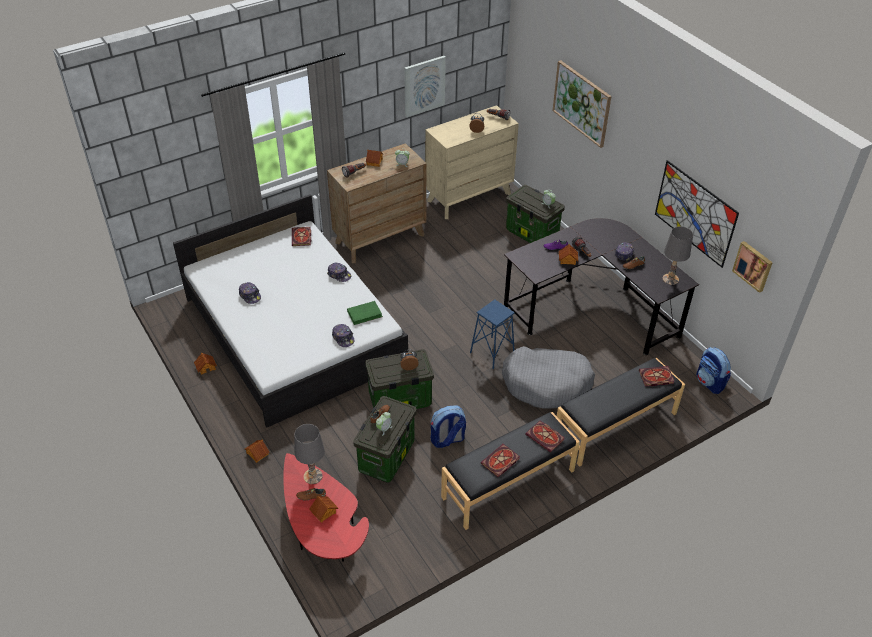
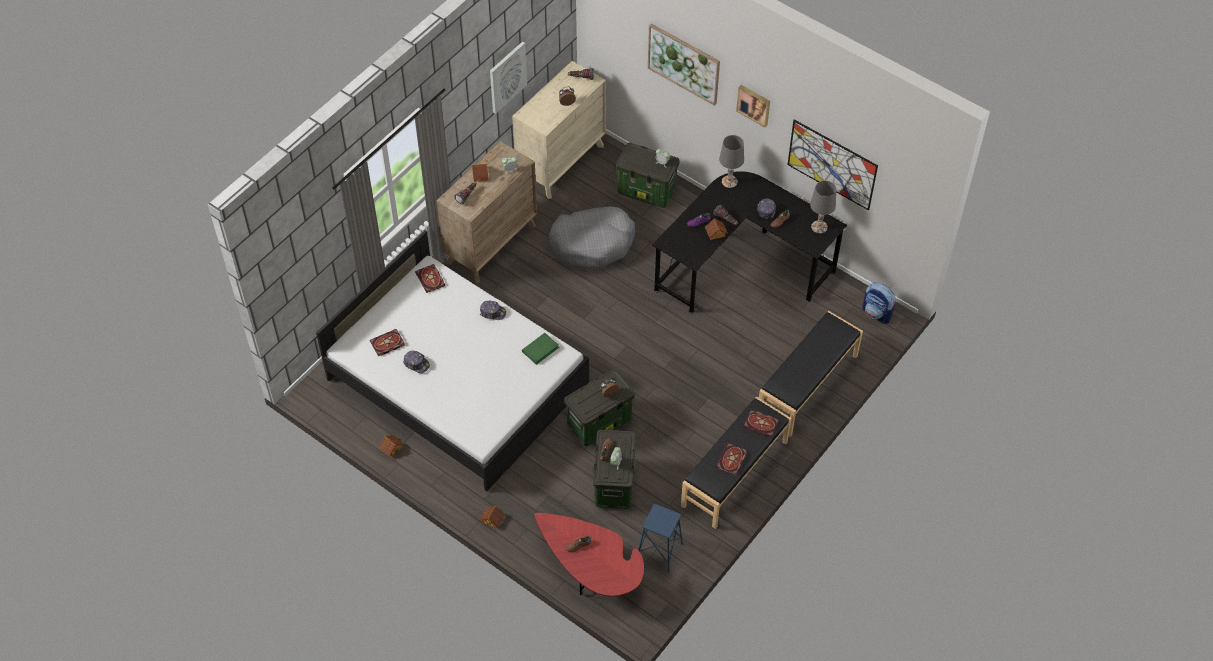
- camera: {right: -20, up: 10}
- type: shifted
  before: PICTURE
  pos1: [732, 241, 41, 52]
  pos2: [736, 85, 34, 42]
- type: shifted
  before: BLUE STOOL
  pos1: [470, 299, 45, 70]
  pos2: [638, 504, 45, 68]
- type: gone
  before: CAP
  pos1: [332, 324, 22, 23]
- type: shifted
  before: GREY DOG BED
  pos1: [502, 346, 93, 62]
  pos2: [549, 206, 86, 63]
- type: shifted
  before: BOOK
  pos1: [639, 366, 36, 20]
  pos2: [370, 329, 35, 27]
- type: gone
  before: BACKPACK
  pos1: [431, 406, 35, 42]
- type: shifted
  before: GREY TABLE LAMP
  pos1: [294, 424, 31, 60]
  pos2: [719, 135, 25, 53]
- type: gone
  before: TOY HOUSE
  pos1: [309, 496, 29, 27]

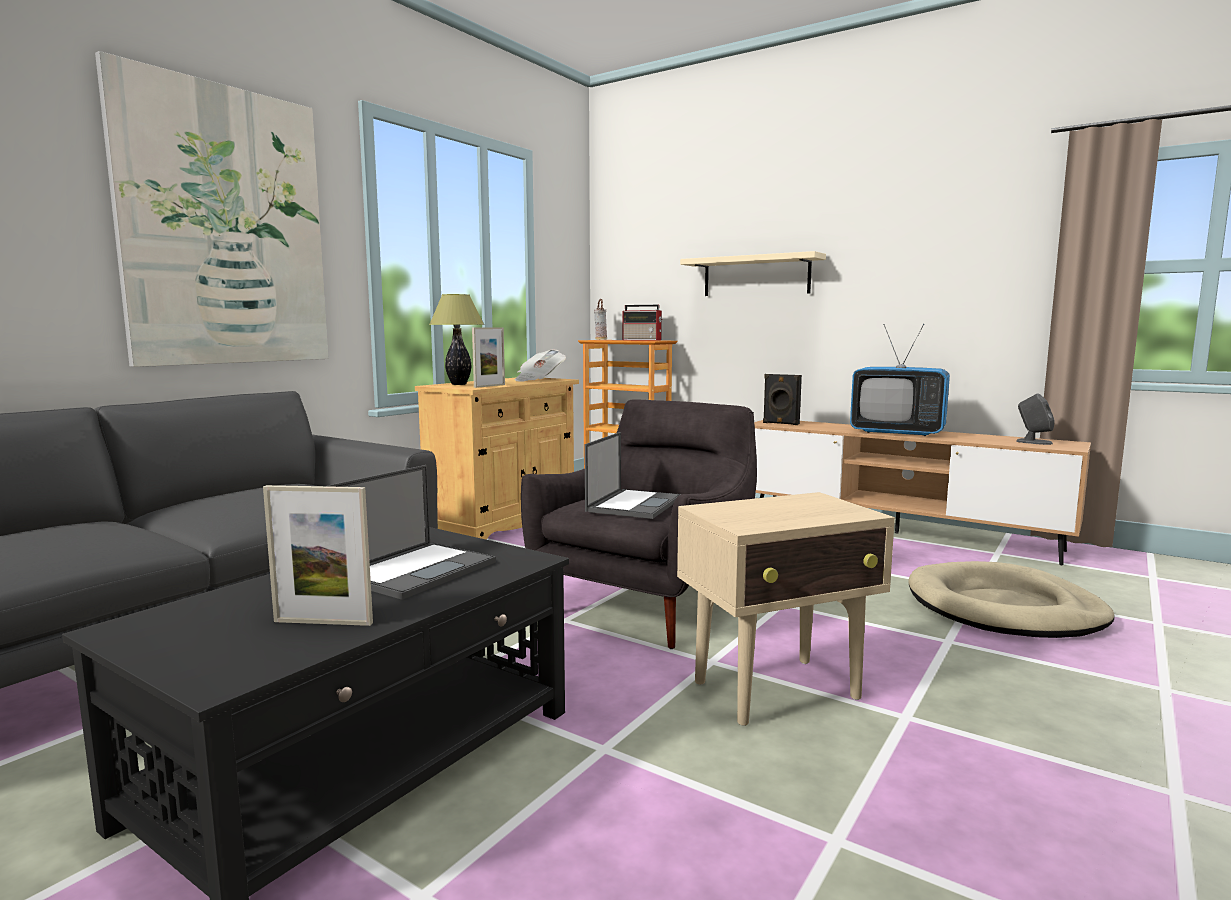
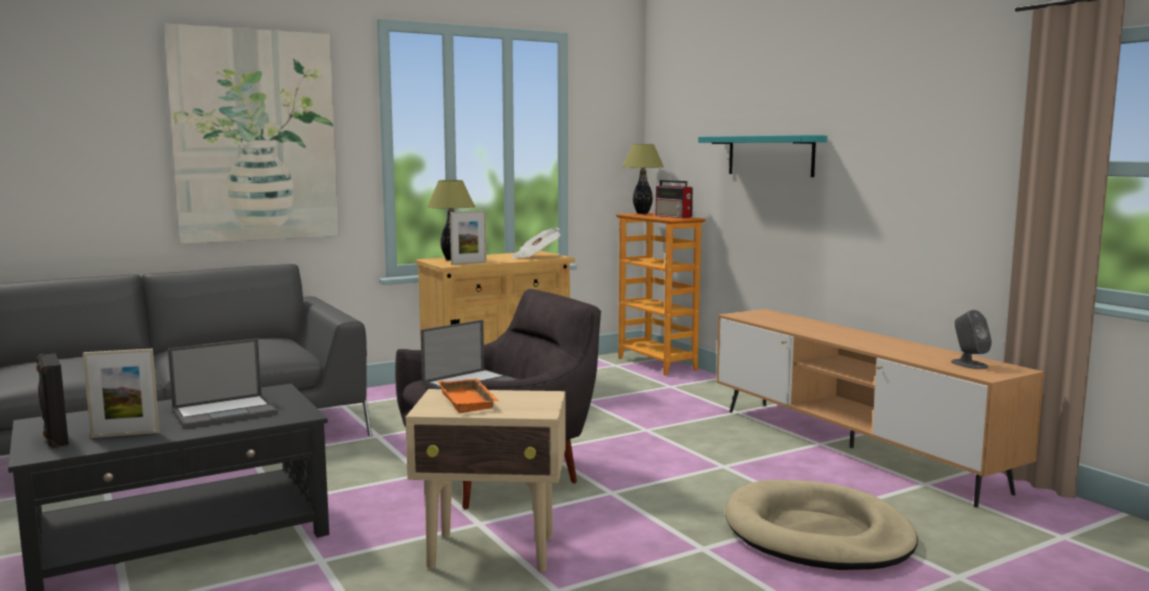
- camera: {right: 25, up: 0}
- type: repainted
  before: BEIGE SHELF
  after: TURQUOISE SHELF
  pos1: [680, 251, 146, 45]
  pos2: [698, 135, 130, 42]
- type: swapped
  before: VASE
  after: TABLE LAMP
  pos1: [594, 299, 13, 41]
  pos2: [623, 144, 41, 70]
- type: gone
  before: TELEVISION
  pos1: [850, 324, 100, 112]
- type: shifted
  before: BLACK SPEAKER
  pos1: [763, 374, 39, 51]
  pos2: [36, 353, 33, 95]
- type: rotated
  before: PICTURE FRAME
  pos1: [263, 485, 110, 141]
  pos2: [83, 349, 77, 89]
  turn: -45
- type: new
  after: ORANGE TRAY
  pos2: [438, 379, 61, 34]

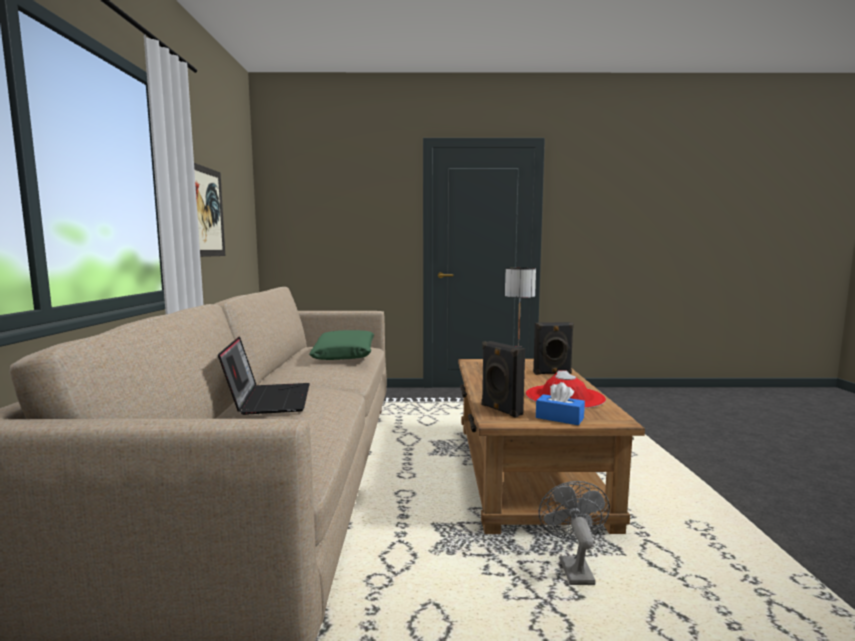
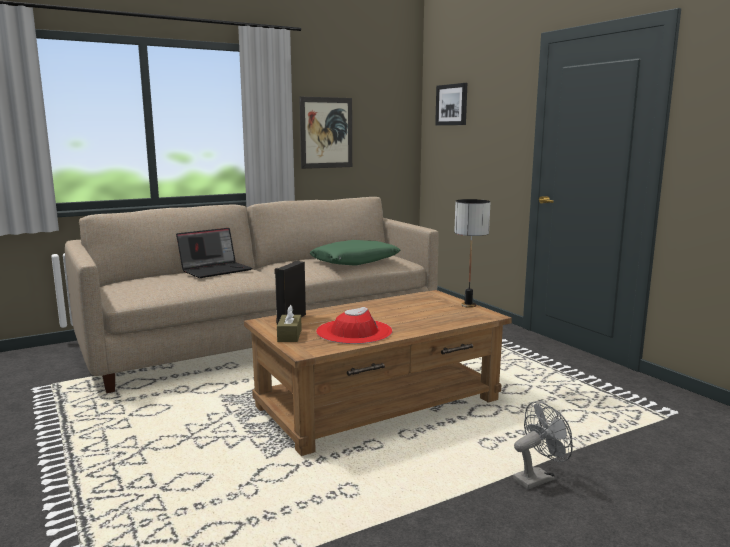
- camera: {right: 60, up: 5}
- type: gone
  before: BLACK SPEAKER
  pos1: [533, 322, 41, 53]
- type: repainted
  before: BLUE TISSUE BOX
  after: BROWN TISSUE BOX
  pos1: [536, 382, 49, 43]
  pos2: [277, 305, 25, 37]
- type: shifted
  before: GREY FAN
  pos1: [539, 481, 71, 104]
  pos2: [513, 401, 60, 88]
- type: new
  after: PICTURE
  pos2: [435, 83, 32, 42]

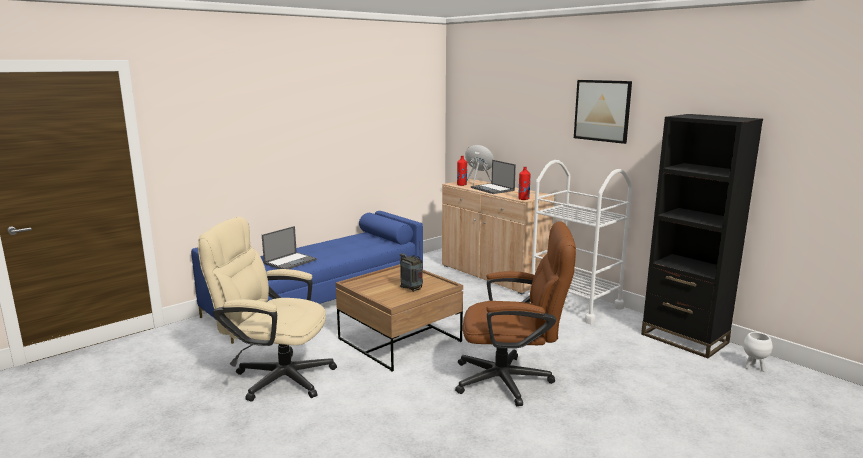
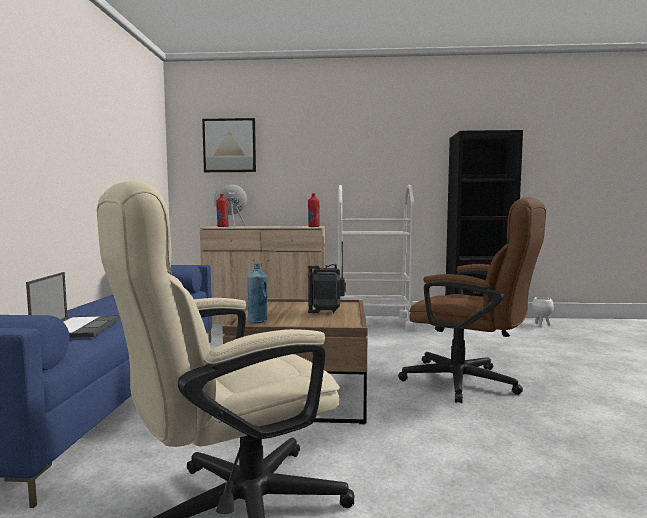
- camera: {right: -45, up: -10}
- type: shifted
  before: PICTURE
  pos1: [574, 80, 58, 64]
  pos2: [202, 118, 54, 54]
- type: gone
  before: LAPTOP
  pos1: [471, 160, 45, 34]
- type: rotated
  before: BROWN OFFICE CHAIR
  pos1: [455, 221, 121, 185]
  pos2: [398, 197, 148, 206]
  turn: 75
- type: new
  after: BLUE BOTTLE
  pos2: [247, 264, 21, 60]

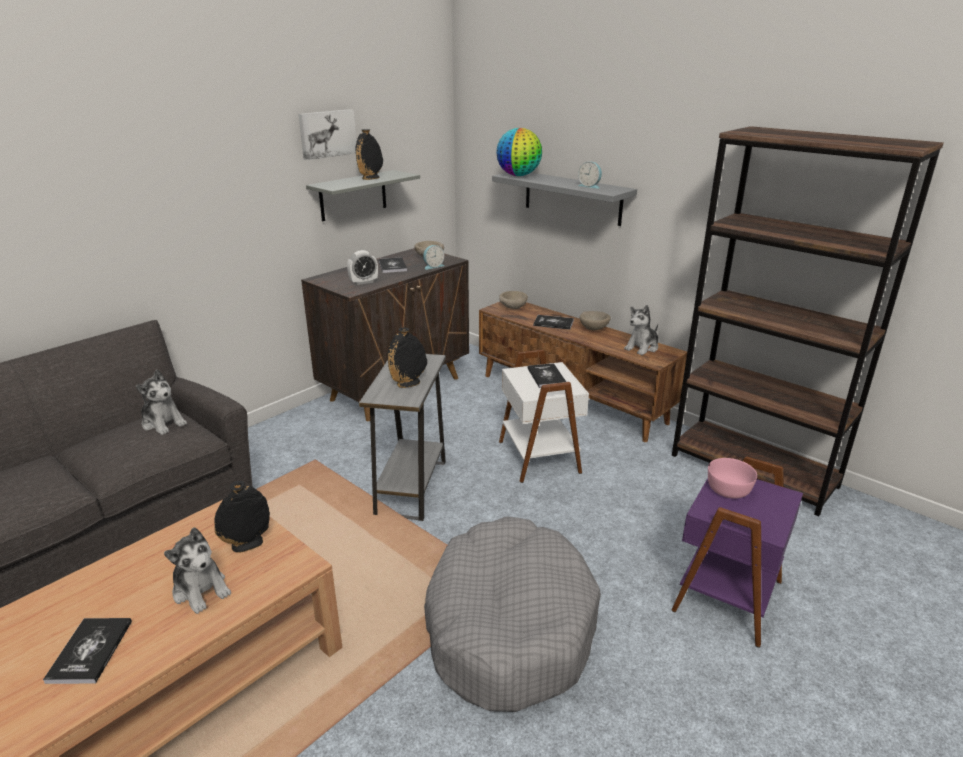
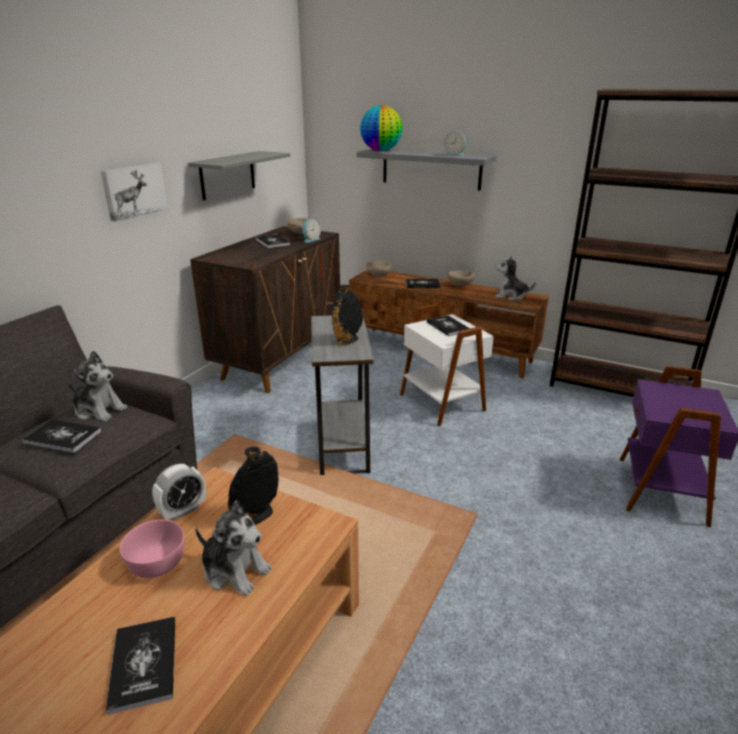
- camera: {right: -15, up: 0}
- type: shifted
  before: PICTURE
  pos1: [298, 109, 58, 51]
  pos2: [101, 163, 67, 59]
- type: gone
  before: BLACK VASE
  pos1: [356, 129, 27, 51]
- type: shifted
  before: ALARM CLOCK
  pos1: [347, 250, 31, 35]
  pos2: [152, 464, 54, 57]
- type: rotated
  before: PLUSH TOY
  pos1: [624, 305, 34, 50]
  pos2: [495, 256, 40, 45]
  turn: 75
- type: shifted
  before: PINK BOWL
  pos1: [708, 458, 49, 41]
  pos2: [120, 520, 64, 58]
- type: gone
  before: GREY DOG BED
  pos1: [424, 516, 177, 196]
- type: new
  after: BOOK
  pos2: [22, 419, 79, 34]

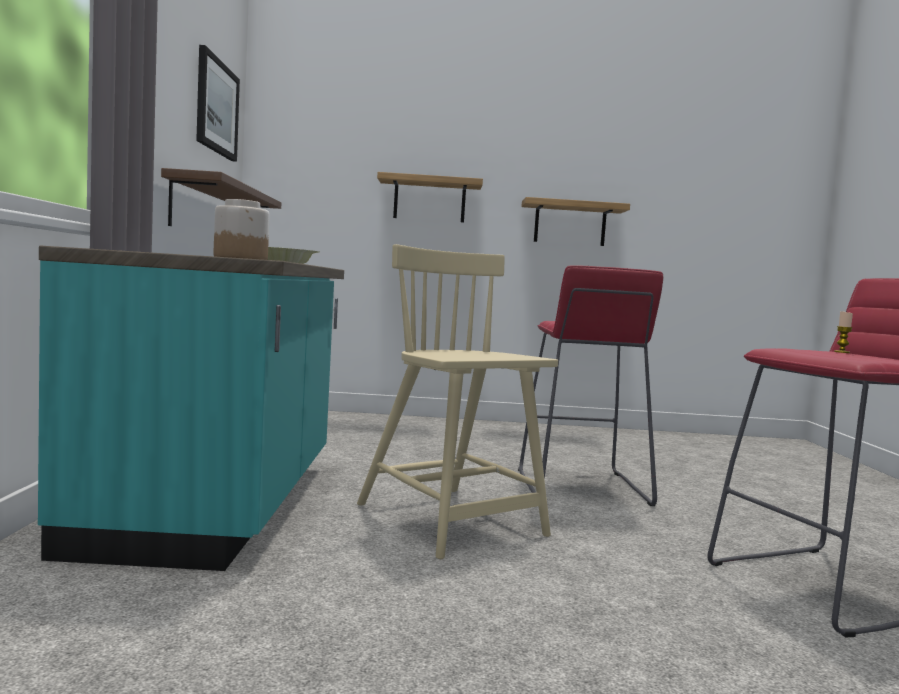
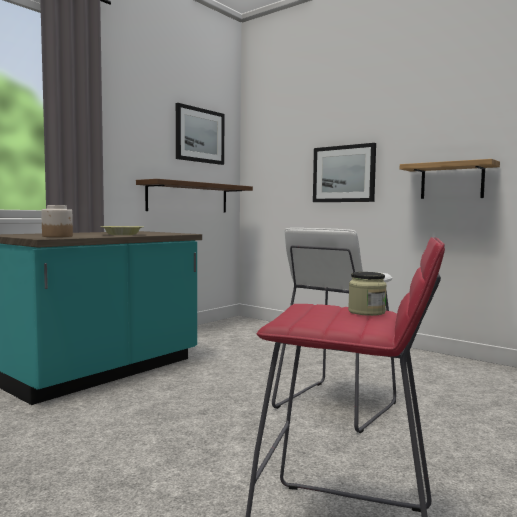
- camera: {right: 40, up: 0}
- type: swapped
  before: SHELF
  after: PICTURE
  pos1: [377, 172, 106, 51]
  pos2: [313, 143, 63, 59]
- type: gone
  before: BEIGE CHAIR
  pos1: [357, 244, 201, 315]
- type: repainted
  before: RED STOOL
  after: WHITE STOOL
  pos1: [518, 265, 145, 241]
  pos2: [272, 228, 124, 205]
- type: swapped
  before: CANDLE
  after: JAR
  pos1: [834, 311, 19, 42]
  pos2: [348, 272, 39, 44]

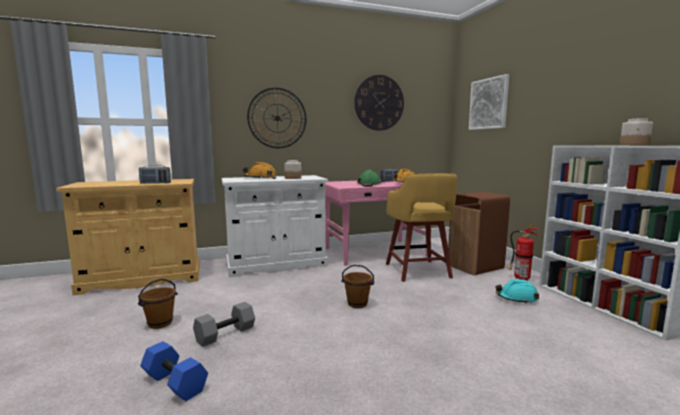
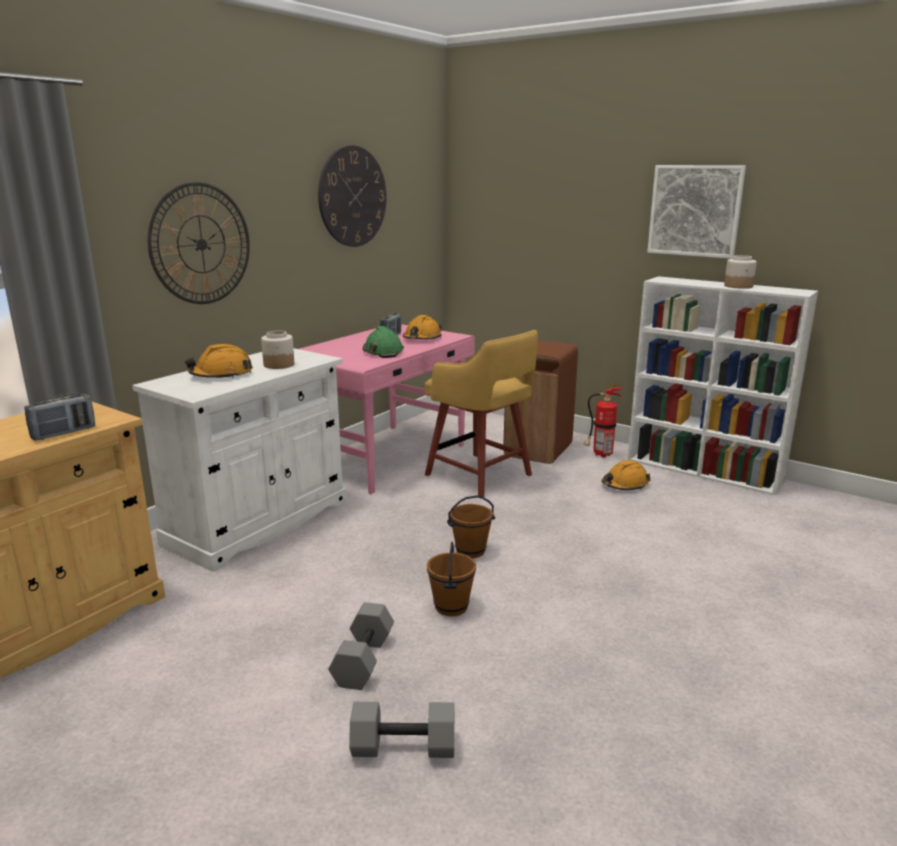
- camera: {right: -35, up: 10}
- type: shifted
  before: PICTURE
  pos1: [469, 74, 40, 56]
  pos2: [647, 165, 99, 94]
- type: shifted
  before: BROWN BUCKET
  pos1: [138, 279, 40, 50]
  pos2: [427, 542, 49, 74]
- type: repainted
  before: TURQUOISE HARD HAT
  after: ORANGE HARD HAT
  pos1: [495, 279, 44, 25]
  pos2: [602, 460, 48, 30]
- type: repainted
  before: BLUE DUMBBELL
  after: GREY DUMBBELL
  pos1: [140, 341, 68, 60]
  pos2: [349, 702, 105, 56]

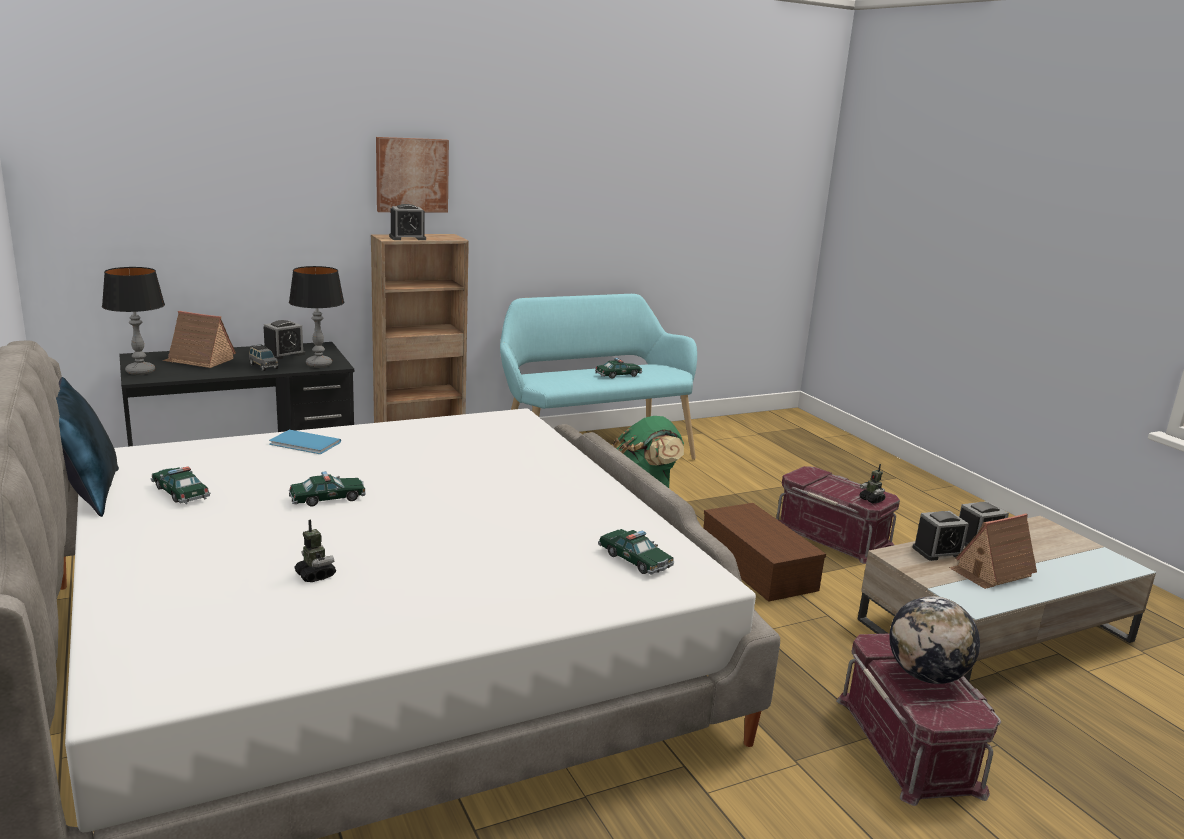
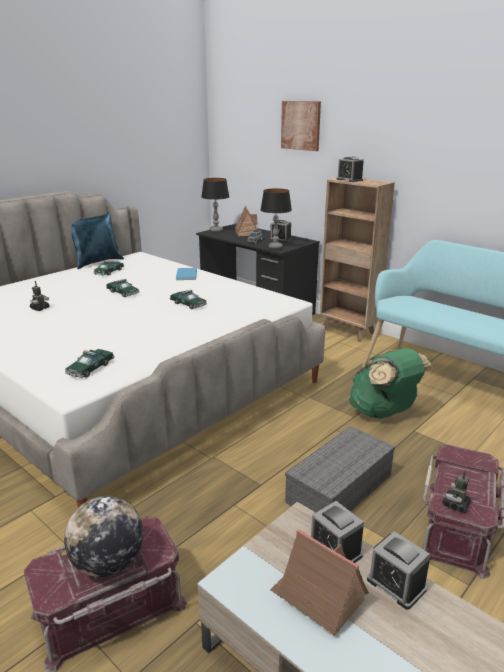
- camera: {right: 70, up: 5}
- type: shifted
  before: PICTURE
  pos1: [376, 137, 73, 75]
  pos2: [281, 101, 40, 50]
- type: shifted
  before: TOY CAR
  pos1: [595, 358, 47, 21]
  pos2: [170, 290, 37, 19]
- type: repainted
  before: BROWN STORAGE BOX
  after: GREY STORAGE BOX
  pos1: [703, 503, 123, 99]
  pos2: [285, 426, 110, 86]

